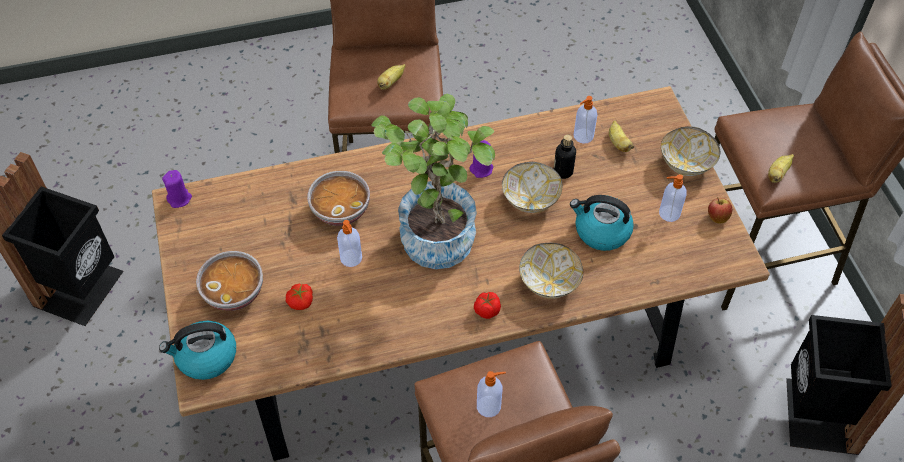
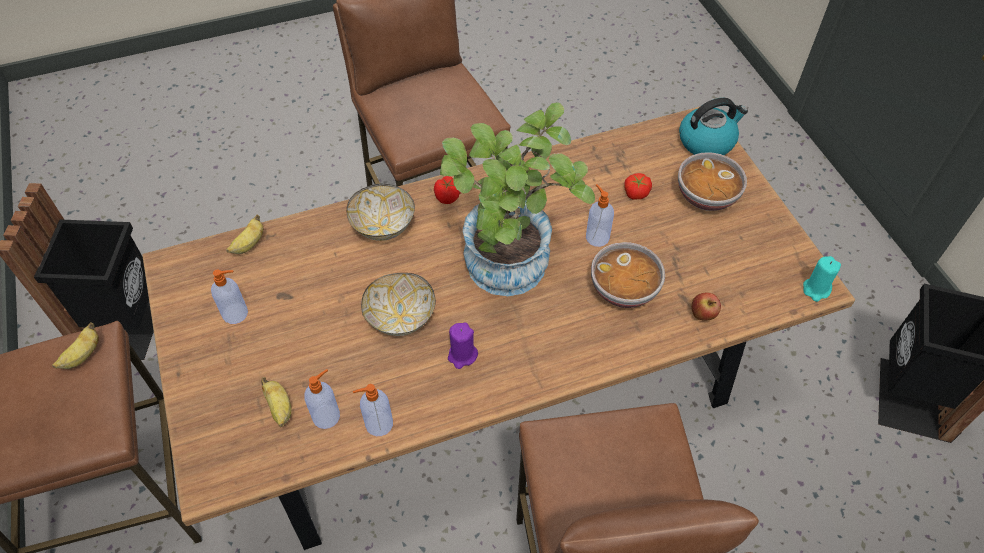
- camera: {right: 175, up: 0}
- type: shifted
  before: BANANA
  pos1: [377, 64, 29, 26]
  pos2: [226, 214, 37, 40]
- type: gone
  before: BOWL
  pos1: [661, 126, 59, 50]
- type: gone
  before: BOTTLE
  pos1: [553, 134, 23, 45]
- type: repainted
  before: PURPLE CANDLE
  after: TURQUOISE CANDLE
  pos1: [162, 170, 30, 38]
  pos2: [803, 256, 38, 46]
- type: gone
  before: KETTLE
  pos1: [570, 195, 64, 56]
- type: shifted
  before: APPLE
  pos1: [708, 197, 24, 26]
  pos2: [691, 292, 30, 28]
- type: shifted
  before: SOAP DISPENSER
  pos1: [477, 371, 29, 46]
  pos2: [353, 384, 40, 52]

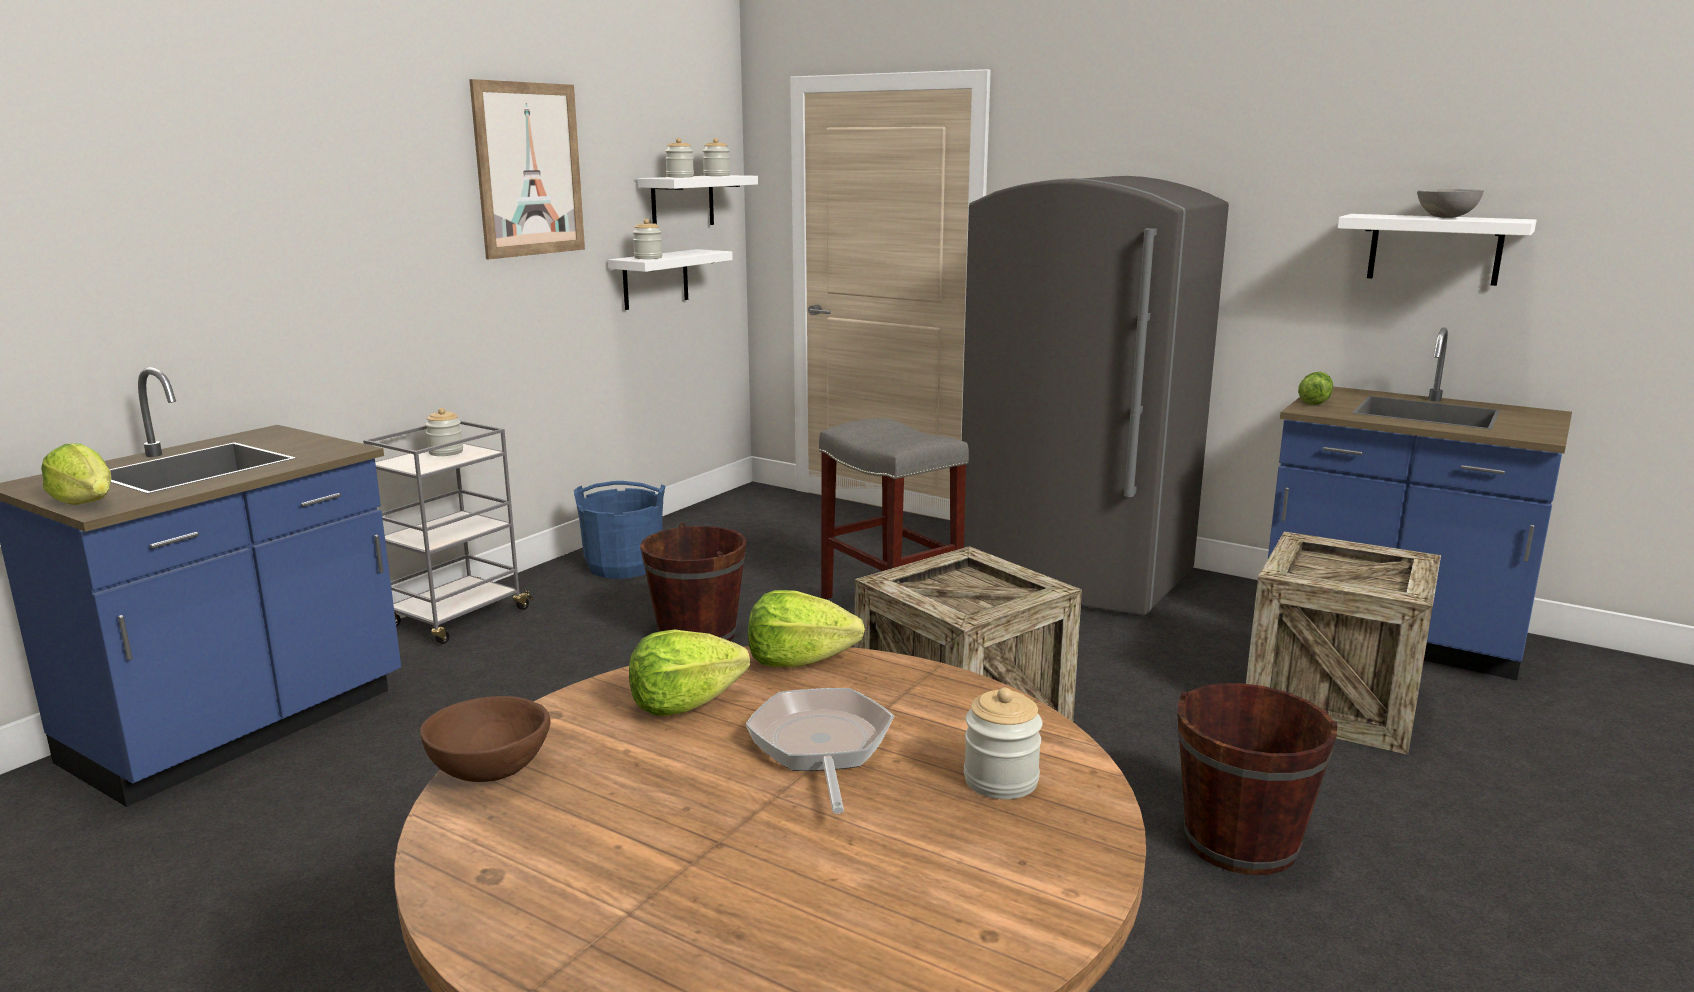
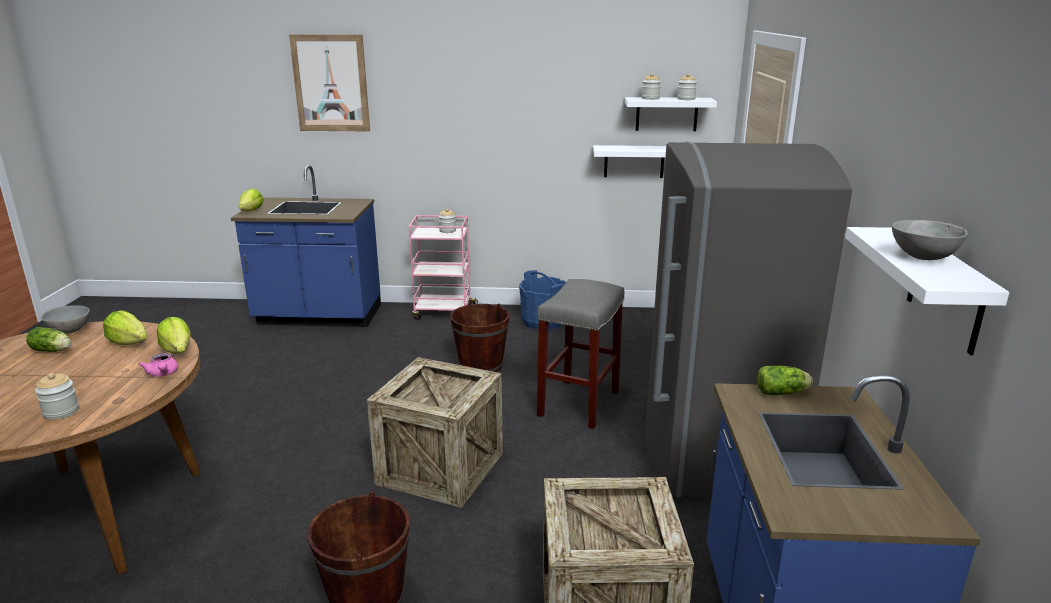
- camera: {right: 60, up: 5}
- type: shifted
  before: PICTURE
  pos1: [469, 79, 116, 180]
  pos2: [289, 34, 81, 97]
- type: gone
  before: JAR
  pos1: [633, 219, 29, 40]
- type: repainted
  before: GREY CART
  after: PINK CART
  pos1: [363, 421, 170, 223]
  pos2: [409, 215, 69, 105]
- type: gone
  before: FRYING PAN
  pos1: [745, 688, 149, 126]
- type: repainted
  before: BROWN BOWL
  after: GREY BOWL
  pos1: [420, 696, 130, 86]
  pos2: [41, 305, 49, 28]
- type: new
  after: LETTUCE
  pos2: [26, 327, 45, 25]
- type: new
  after: PINK TEAPOT
  pos2: [139, 353, 39, 24]

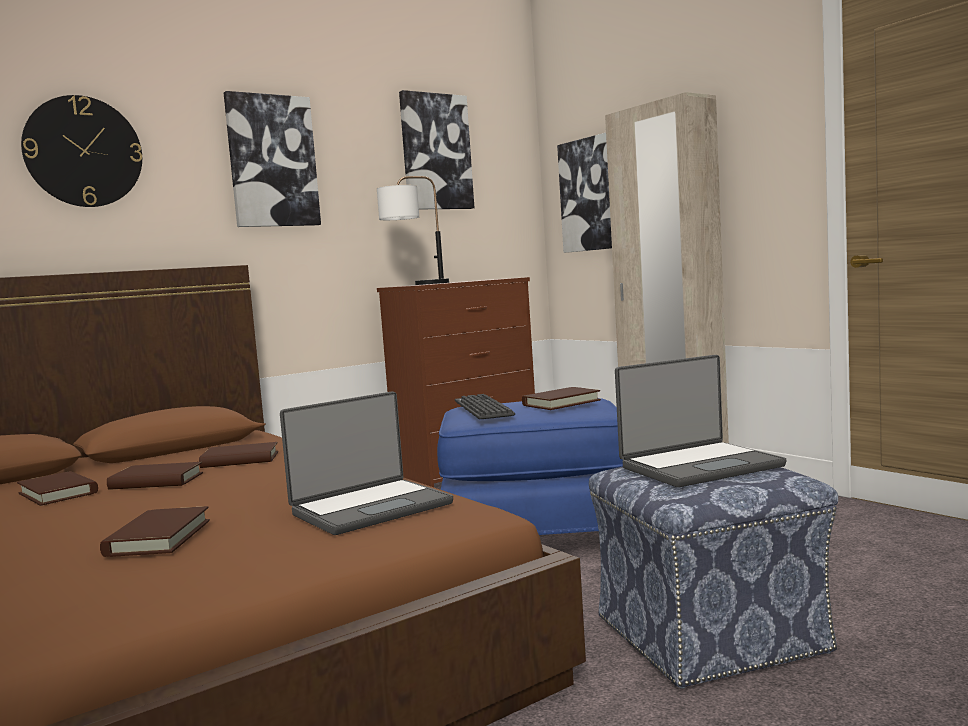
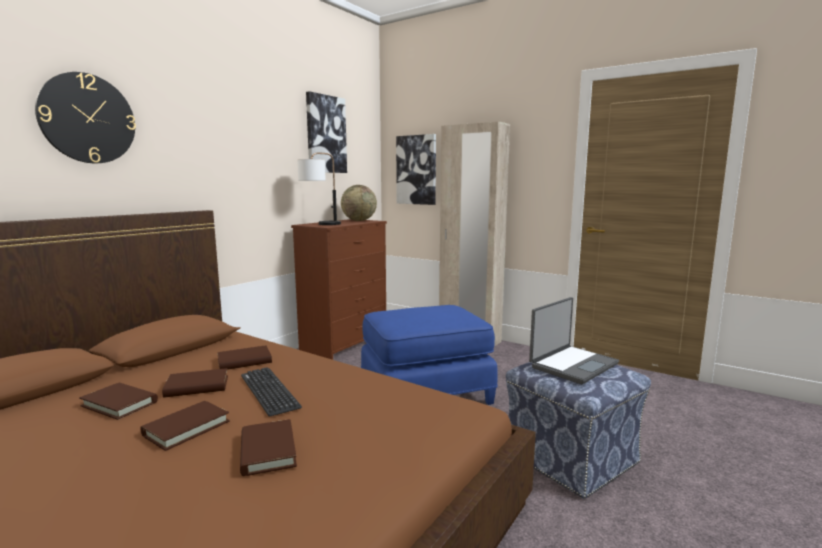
- camera: {right: -20, up: 5}
- type: gone
  before: PICTURE
  pos1: [224, 91, 97, 136]
- type: shifted
  before: BROWN BOOK
  pos1: [522, 387, 79, 23]
  pos2: [141, 401, 89, 50]
- type: gone
  before: LAPTOP
  pos1: [280, 391, 173, 144]
- type: shifted
  before: KEYBOARD
  pos1: [455, 394, 60, 25]
  pos2: [241, 367, 61, 50]
- type: new
  after: GLOBE
  pos2: [341, 185, 36, 36]

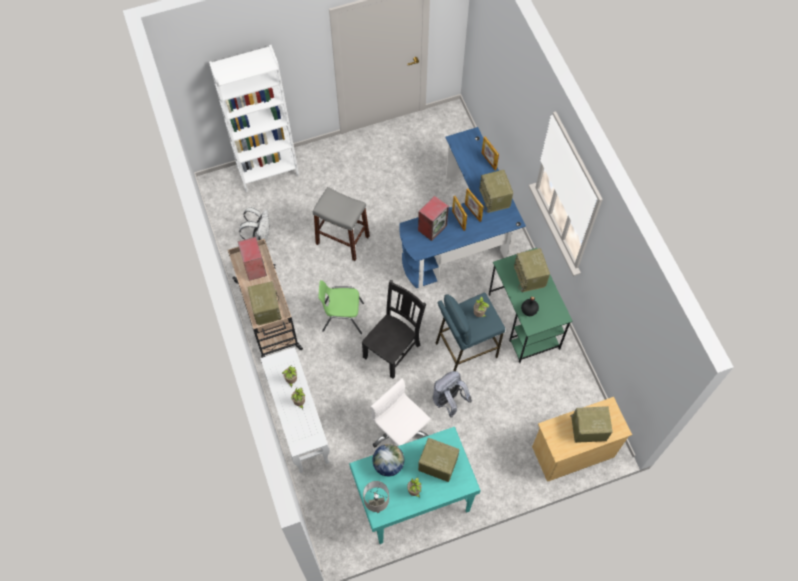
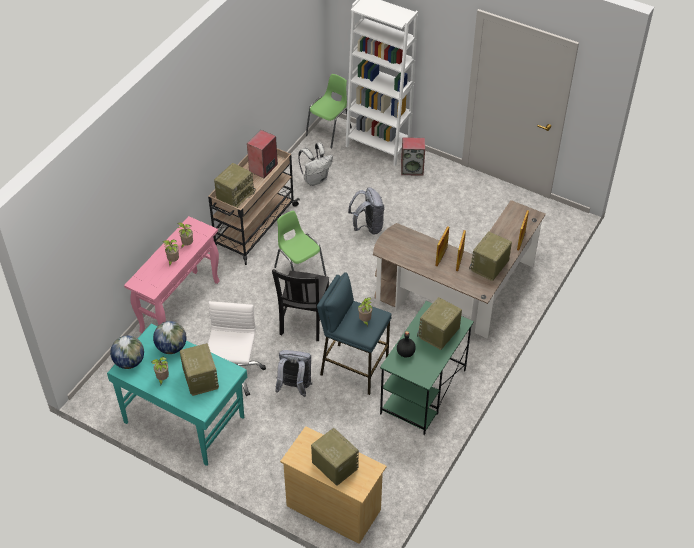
- camera: {right: 50, up: -15}
- type: repainted
  before: BLUE DESK
  after: BROWN DESK
  pos1: [399, 127, 127, 163]
  pos2: [373, 200, 173, 142]
- type: swapped
  before: GREY STOOL
  after: GREY BACKPACK
  pos1: [313, 187, 57, 74]
  pos2: [348, 187, 36, 48]
- type: shifted
  before: SPEAKER
  pos1: [418, 196, 31, 45]
  pos2: [401, 137, 24, 39]
- type: rotated
  before: BLACK CHAIR
  pos1: [362, 280, 64, 99]
  pos2: [272, 269, 57, 72]
  turn: 105
- type: repainted
  before: WHITE CONSOLE TABLE
  after: PINK CONSOLE TABLE
  pos1: [260, 347, 70, 126]
  pos2: [124, 216, 96, 117]
- type: swapped
  before: GREY TABLE LAMP
  after: GLOBE
  pos1: [363, 481, 26, 32]
  pos2: [110, 336, 34, 33]
- type: new
  after: GREEN CHAIR
  pos2: [306, 74, 46, 74]

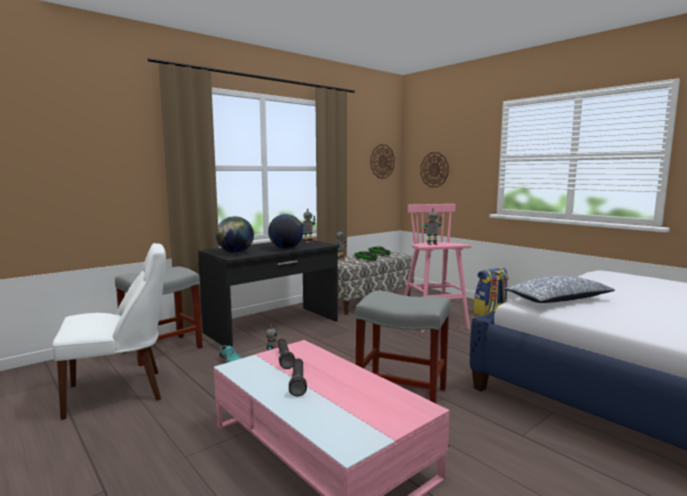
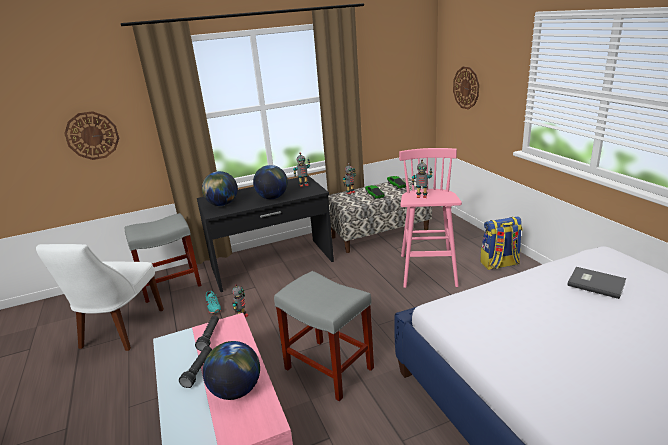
- camera: {right: 20, up: 15}
- type: shifted
  before: WALL CLOCK
  pos1: [370, 144, 25, 35]
  pos2: [64, 111, 55, 49]
- type: rotated
  before: WHITE CHAIR
  pos1: [53, 243, 113, 177]
  pos2: [36, 244, 128, 107]
  turn: 105
- type: gone
  before: PILLOW
  pos1: [503, 276, 112, 27]
- type: new
  after: GREY BOOK
  pos2: [567, 267, 59, 32]
- type: new
  after: GLOBE
  pos2: [203, 341, 57, 59]

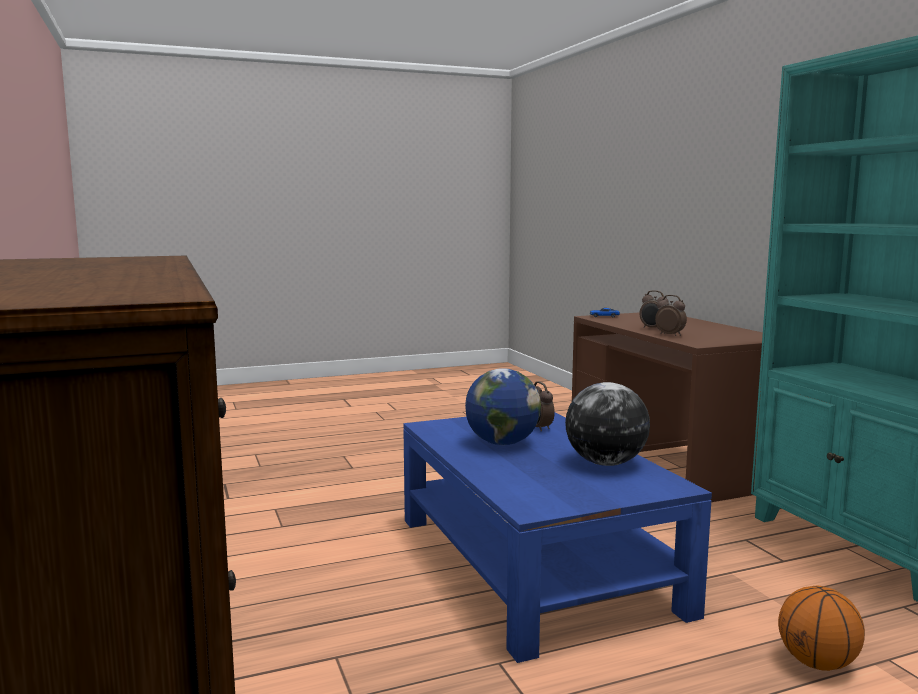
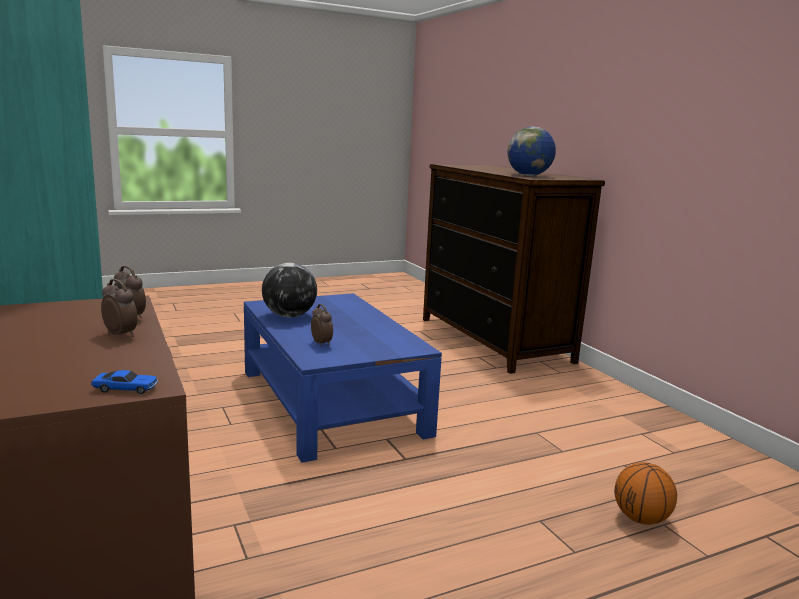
- camera: {right: 175, up: 5}
- type: shifted
  before: GLOBE
  pos1: [465, 368, 76, 77]
  pos2: [508, 127, 48, 49]
- type: shifted
  before: BASKETBALL
  pos1: [778, 585, 87, 86]
  pos2: [614, 462, 63, 63]

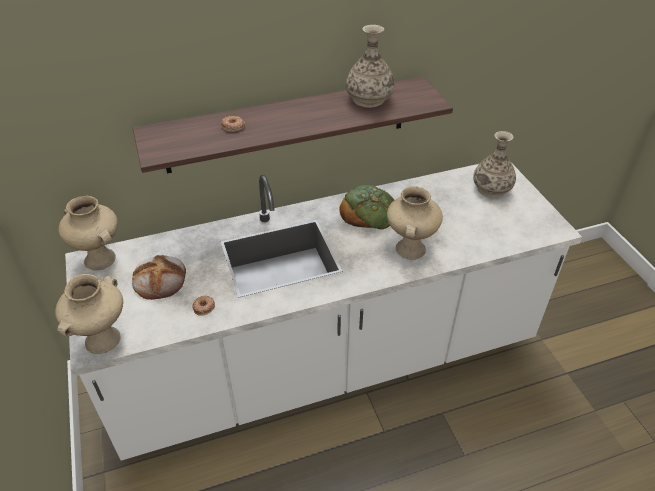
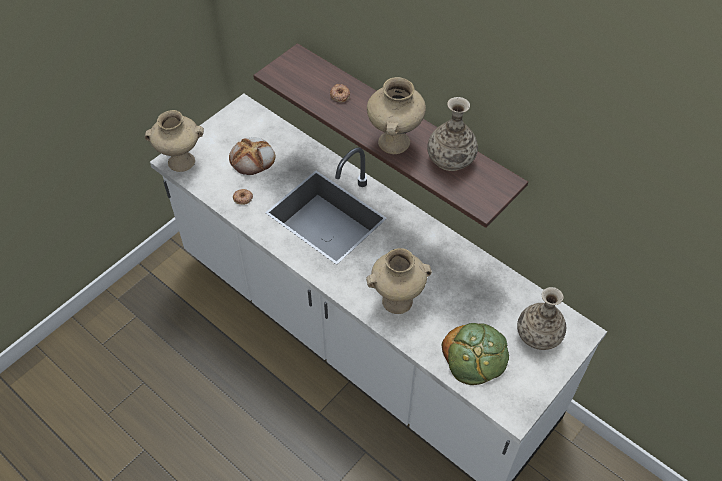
- camera: {right: 60, up: 10}
- type: shifted
  before: BREAD
  pos1: [340, 185, 54, 45]
  pos2: [442, 323, 67, 62]
- type: shifted
  before: BEIGE VASE
  pos1: [59, 196, 59, 74]
  pos2: [367, 77, 59, 77]

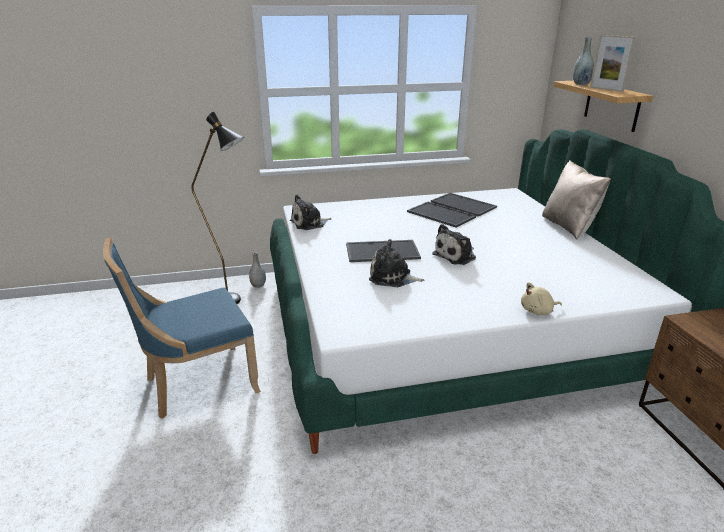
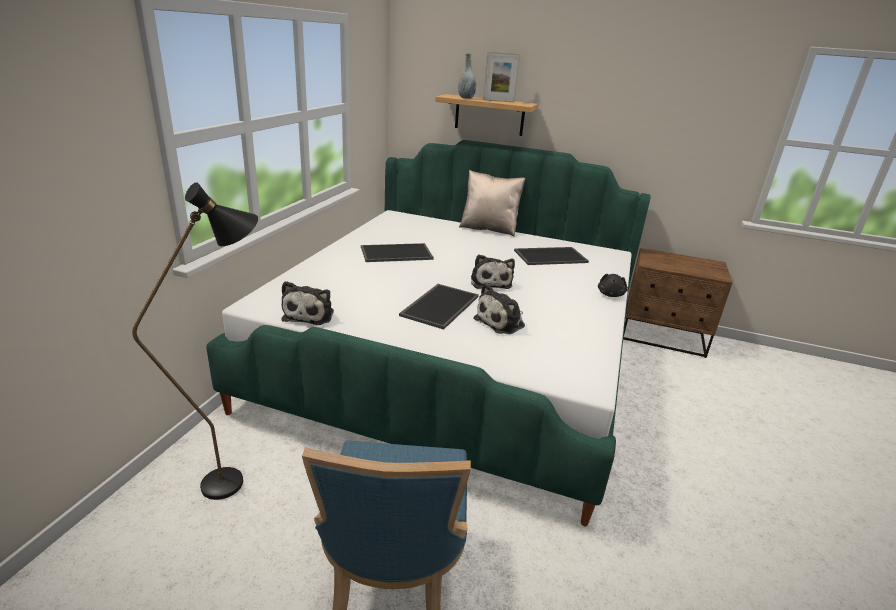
- camera: {right: -60, up: 0}
- type: shifted
  before: TRAY
  pos1: [431, 193, 66, 24]
  pos2: [514, 247, 75, 18]
- type: gone
  before: GREY VASE
  pos1: [249, 252, 17, 36]
- type: repainted
  before: BEIGE PLUSH TOY
  after: BLACK PLUSH TOY
  pos1: [521, 283, 41, 32]
  pos2: [598, 274, 30, 23]

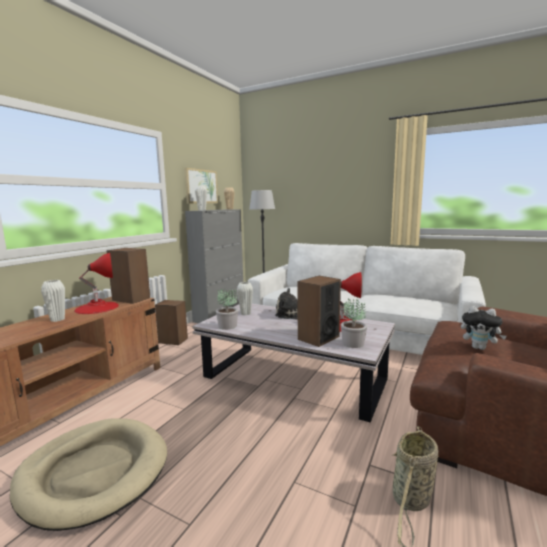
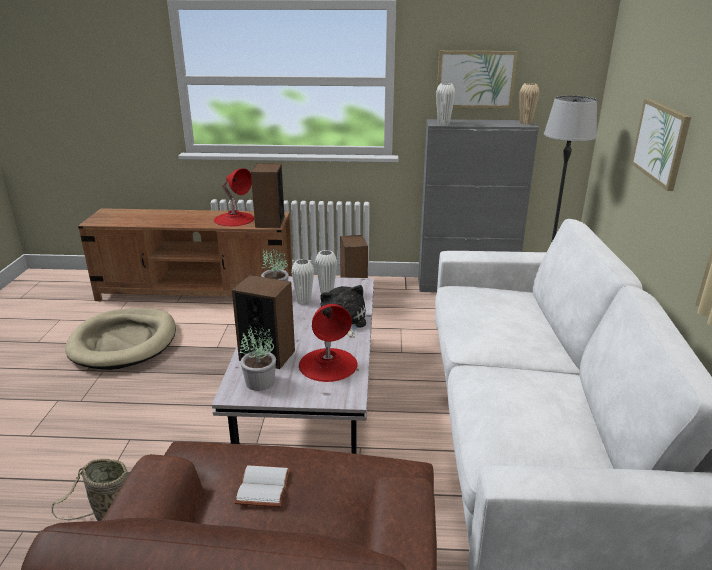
- camera: {right: 65, up: 15}
- type: shifted
  before: WHITE VASE
  pos1: [41, 280, 24, 42]
  pos2: [291, 259, 23, 46]
- type: swapped
  before: PLUSH TOY
  after: WHITE BOOK
  pos1: [461, 306, 46, 44]
  pos2: [234, 465, 56, 42]
- type: new
  after: PICTURE
  pos2: [631, 99, 60, 92]

